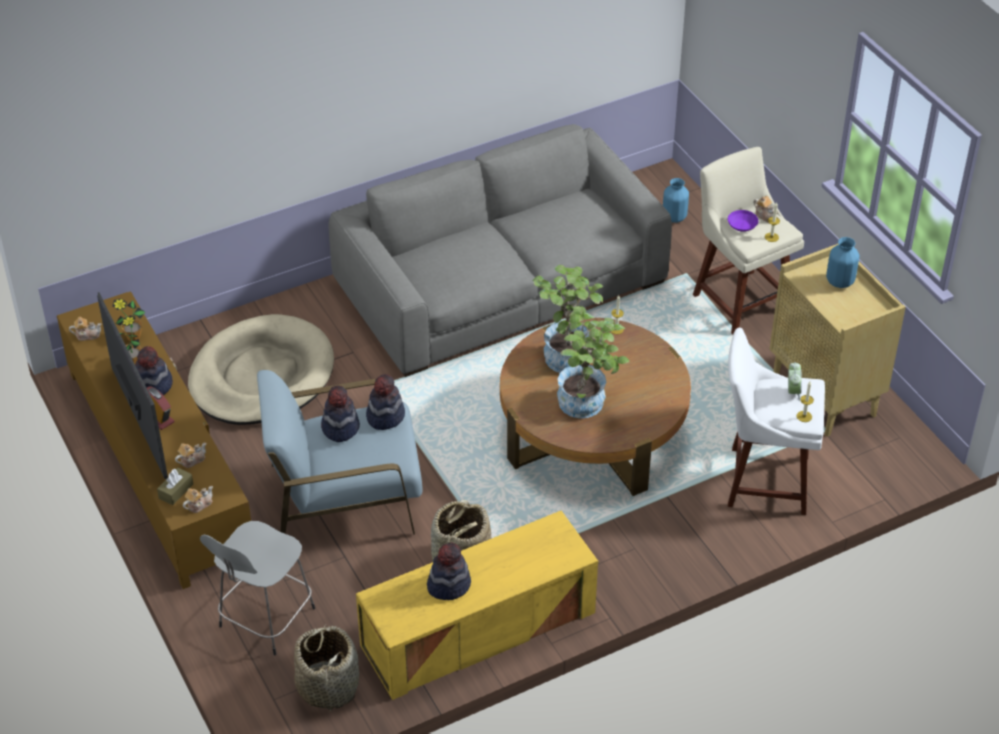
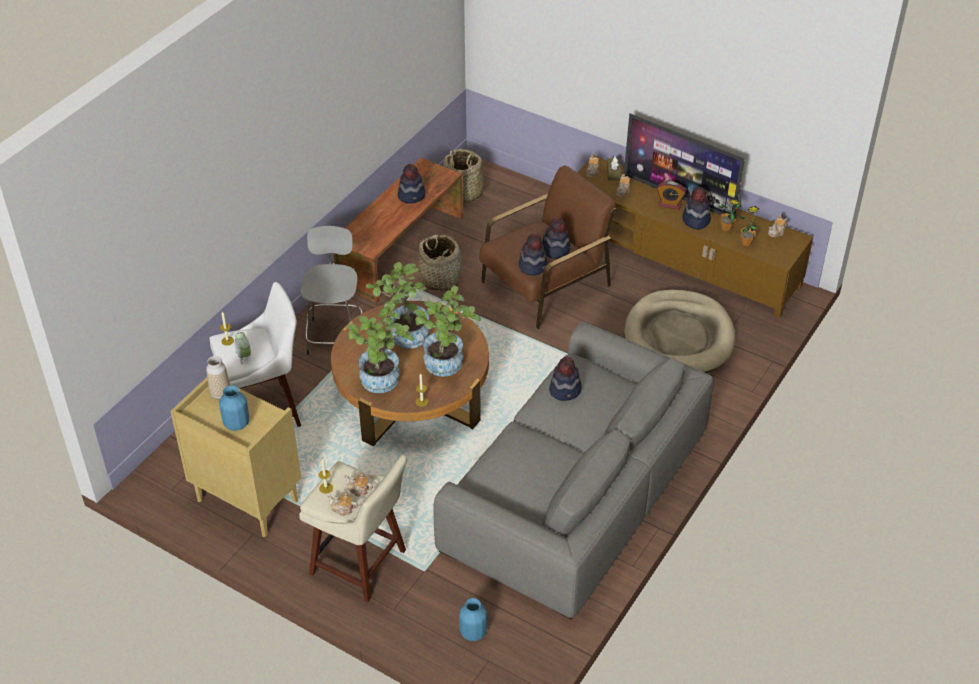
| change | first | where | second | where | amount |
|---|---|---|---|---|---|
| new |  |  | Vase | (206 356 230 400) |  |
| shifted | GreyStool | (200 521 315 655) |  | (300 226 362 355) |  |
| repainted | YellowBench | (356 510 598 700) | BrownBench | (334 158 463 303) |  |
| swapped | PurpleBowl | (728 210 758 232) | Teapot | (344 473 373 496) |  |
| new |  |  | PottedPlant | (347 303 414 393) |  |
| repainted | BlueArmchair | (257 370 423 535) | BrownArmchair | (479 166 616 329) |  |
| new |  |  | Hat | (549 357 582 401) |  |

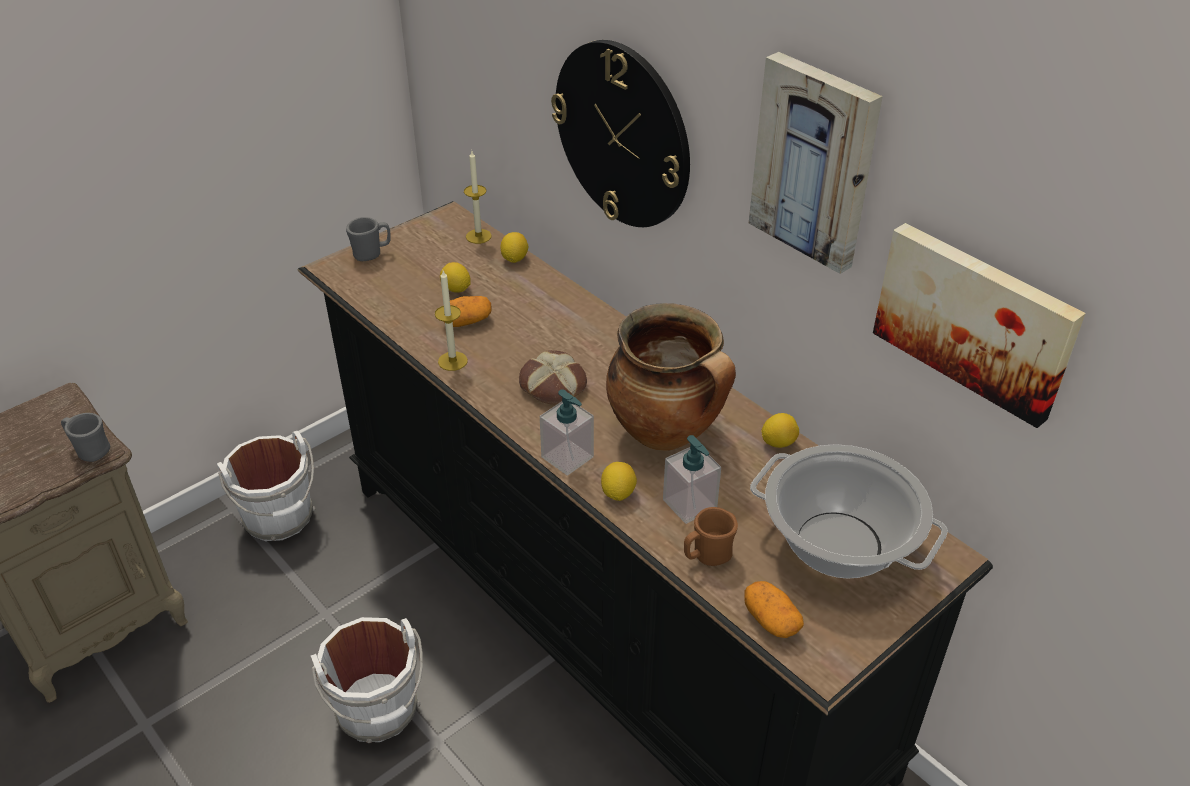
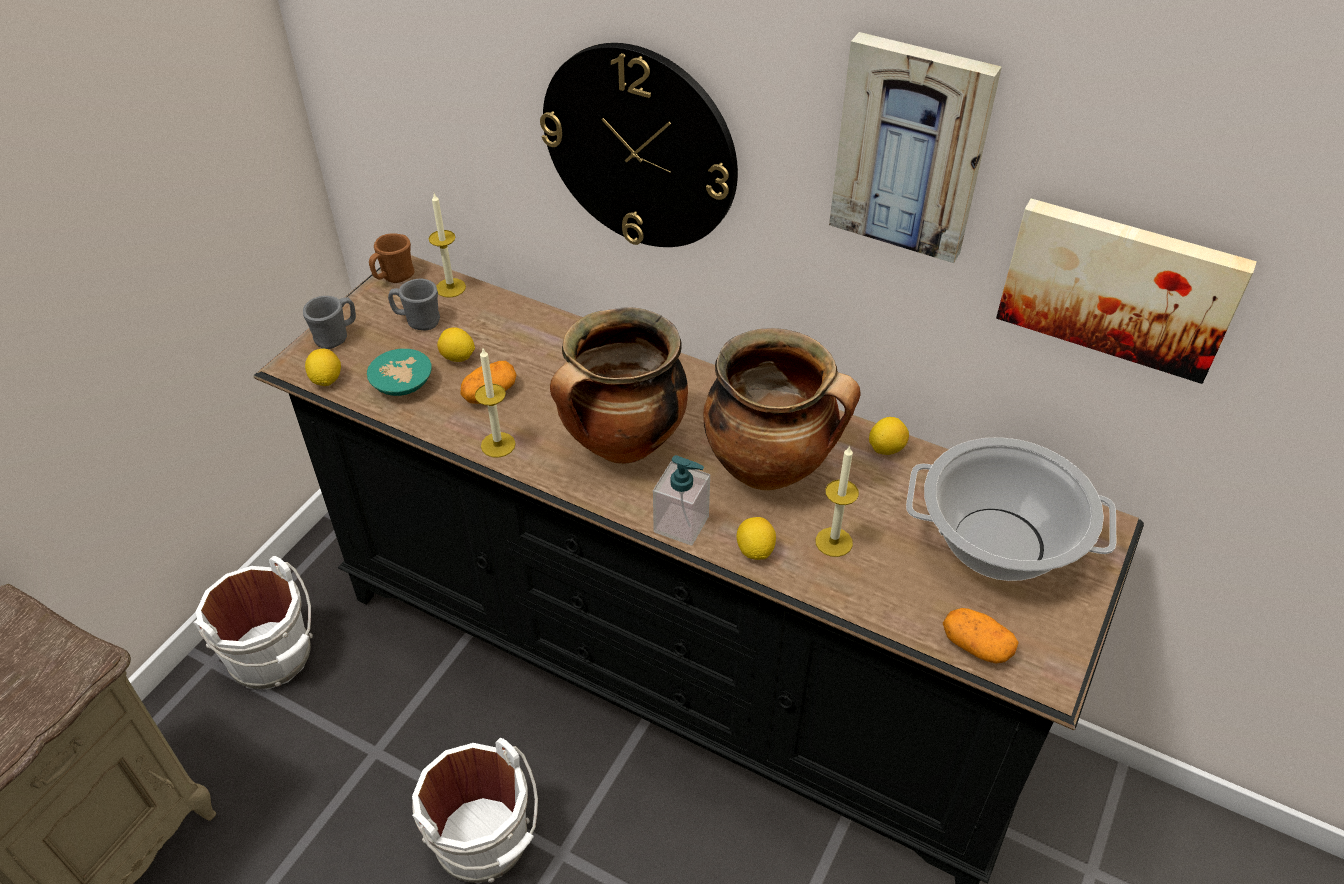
| change | first | where | second | where | amount |
|---|---|---|---|---|---|
| shifted | Lemon | (501 232 528 263) |  | (305 349 341 386) |  |
| new |  |  | TurquoiseBowl | (367 349 432 396) |  |
| shifted | BrownMug | (684 507 738 566) |  | (369 233 415 283) |  |
| shifted | GreyMug | (61 413 110 462) |  | (388 279 440 330) |  |
| swapped | Bread | (519 350 587 405) | CookingPot | (550 307 688 464) |  |
| swapped | SoapDispenser | (663 435 721 524) | Candle | (816 445 859 557) |  |

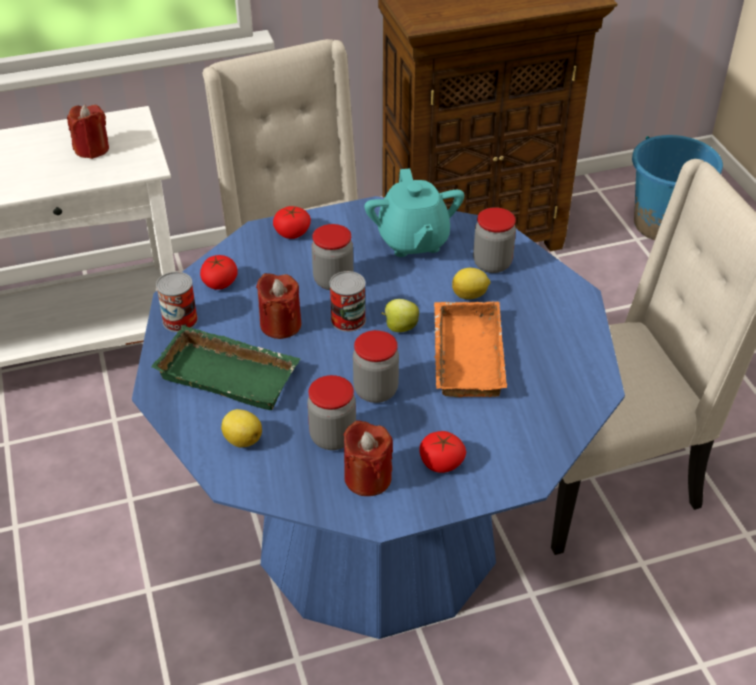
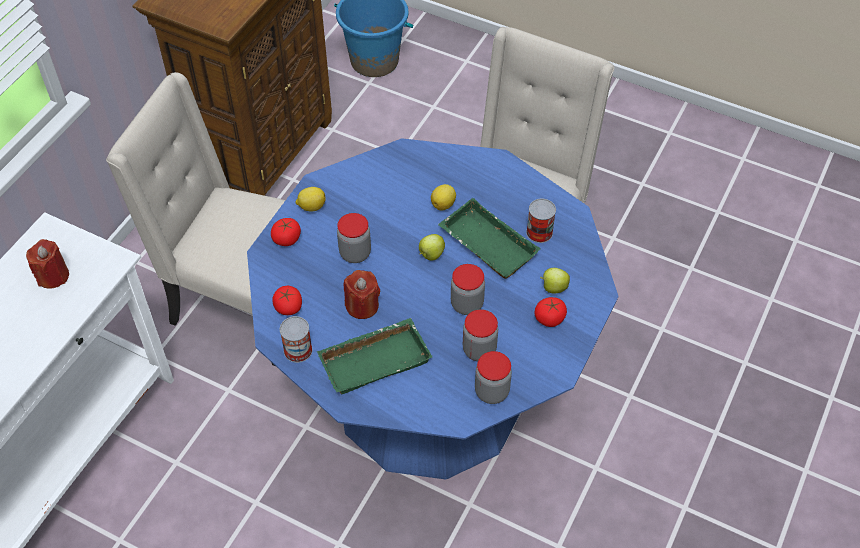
| change | first | where | second | where | amount |
|---|---|---|---|---|---|
| shifted | Lemon | (221 409 262 448) |  | (296 187 326 211) |  |
| repainted | OrangeTray | (434 301 507 397) | GreenTray | (438 198 541 279) |  |
| shifted | Jar | (473 207 516 273) |  | (475 351 512 404) |  |
| shifted | Can | (329 271 366 332) |  | (526 199 556 243) |  |
| new |  |  | Apple | (540 268 570 294) |  |
| gone | RedCandle | (344 420 393 496) |  |  |  |
| gone | TurquoiseTeapot | (364 168 464 257) |  |  |  |

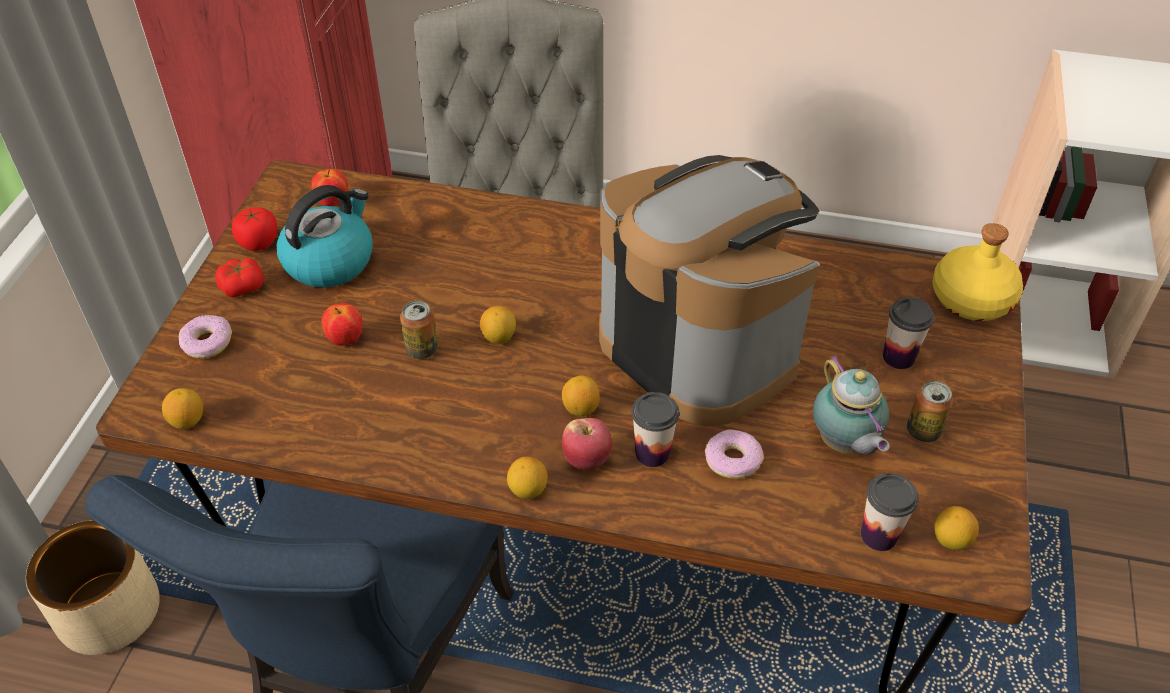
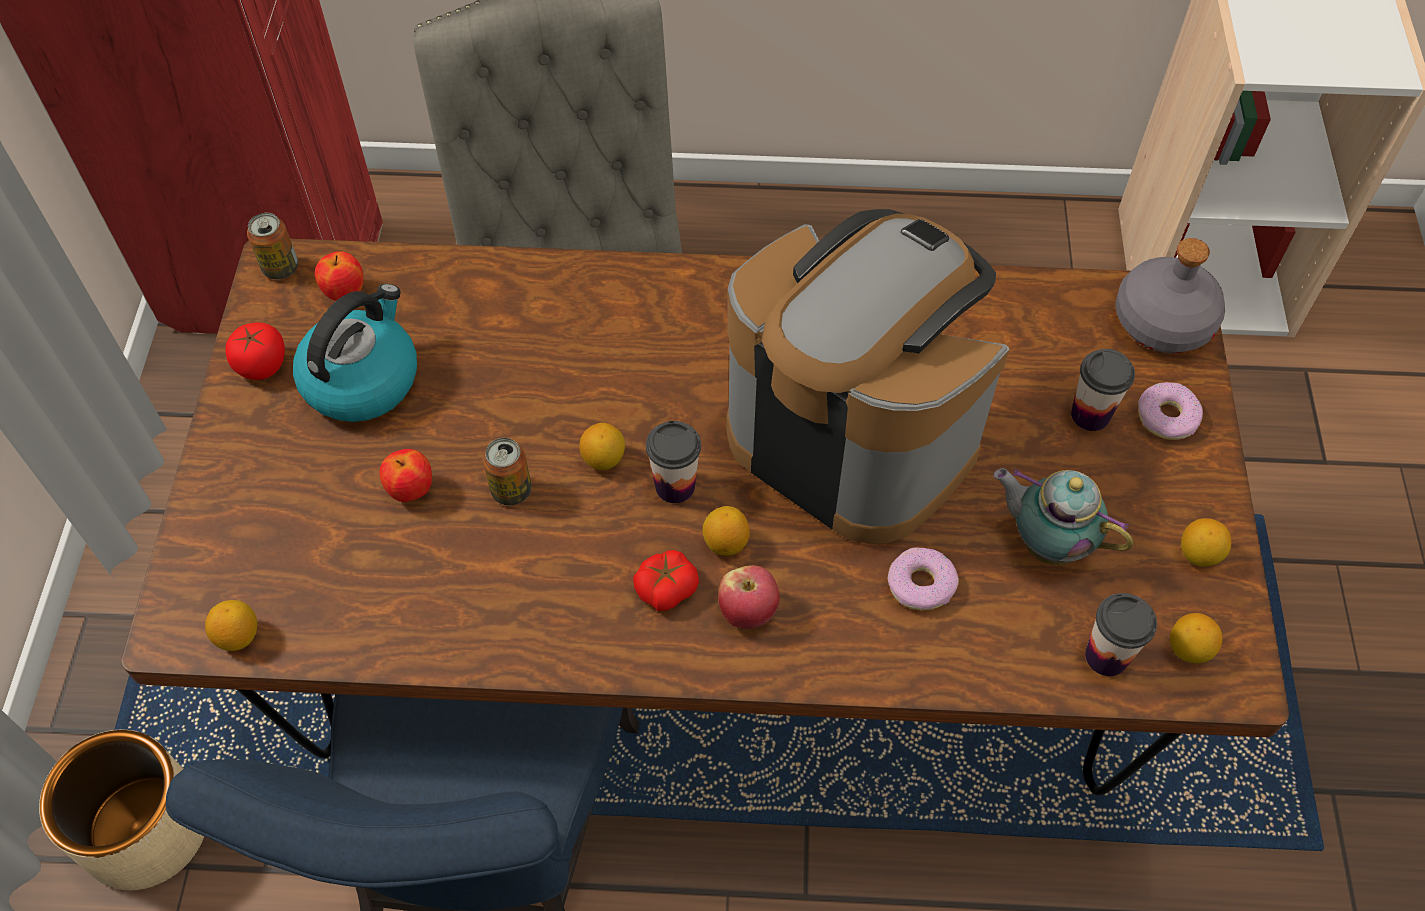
| change | first | where | second | where | amount |
|---|---|---|---|---|---|
| shifted | Can | (907 381 953 442) |  | (247 213 298 279) |  |
| shifted | Tomato | (215 258 264 297) |  | (633 550 699 611) |  |
| shifted | Cup | (632 392 679 467) |  | (646 421 701 503) |  |
| rotated | Teapot | (813 355 889 455) |  | (993 468 1133 565) | 150 degrees clockwise |
| repainted | YellowBottle | (932 223 1023 321) | GreyBottle | (1116 238 1225 353) |  |
| shifted | Donut | (179 315 232 359) |  | (1138 382 1203 440) |  |
| shifted | Lemon | (507 457 548 499) |  | (1181 518 1231 567) |  |

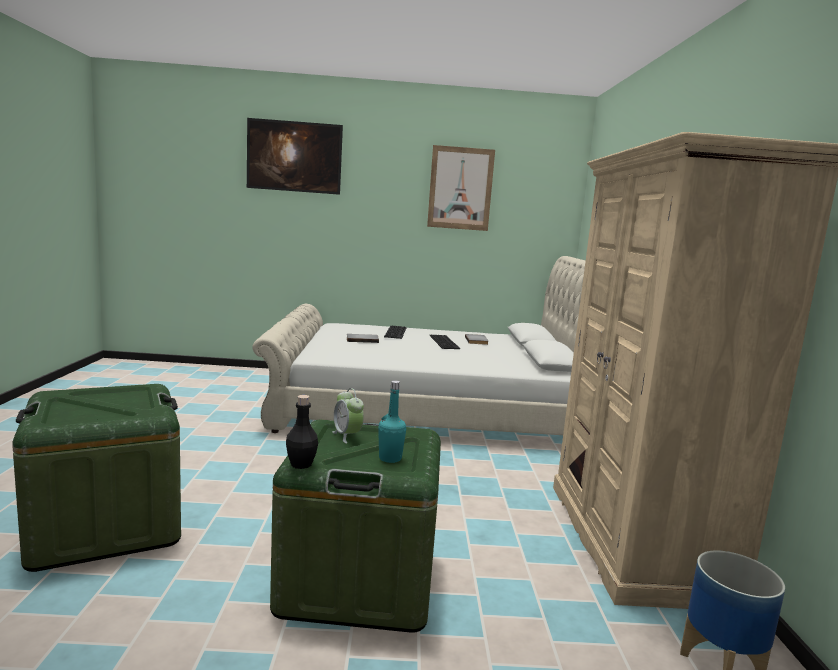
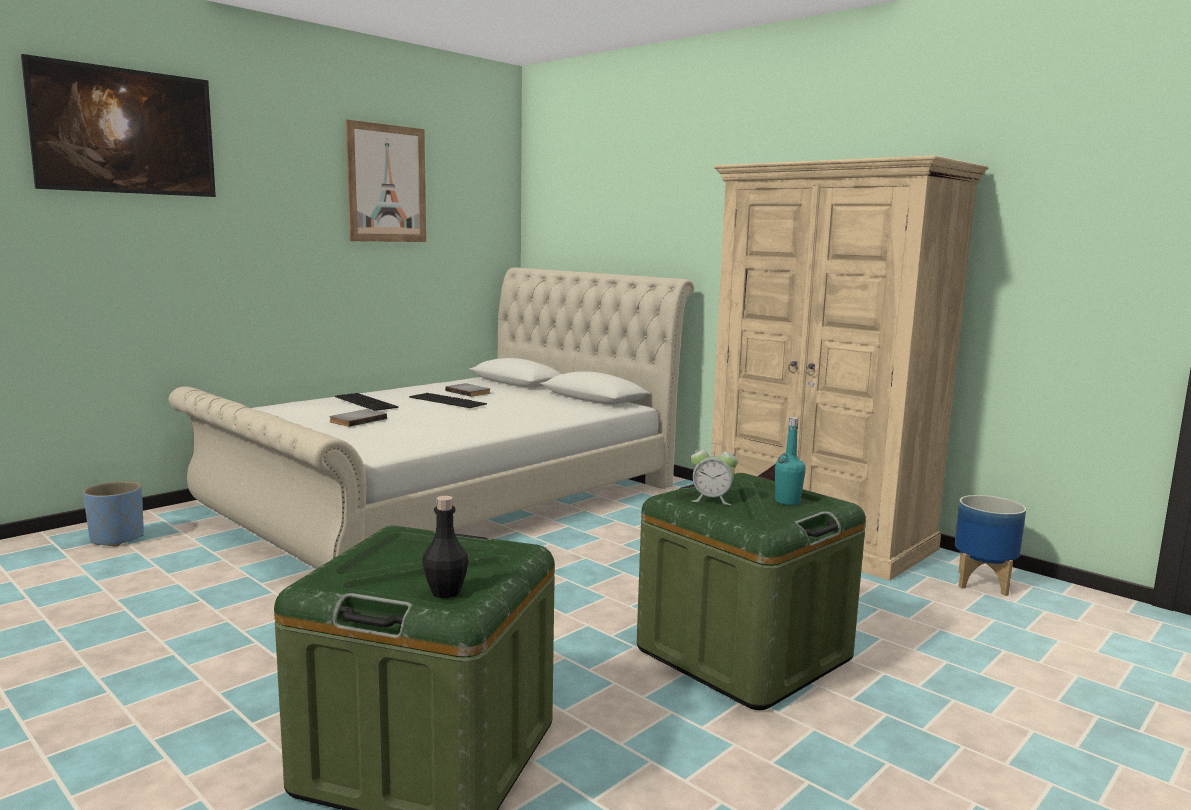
| change | first | where | second | where | amount |
|---|---|---|---|---|---|
| new |  |  | BluePlanter | (83 481 144 547) |  |
| shifted | BlackBottle | (286 395 318 469) |  | (422 496 468 598) |  |

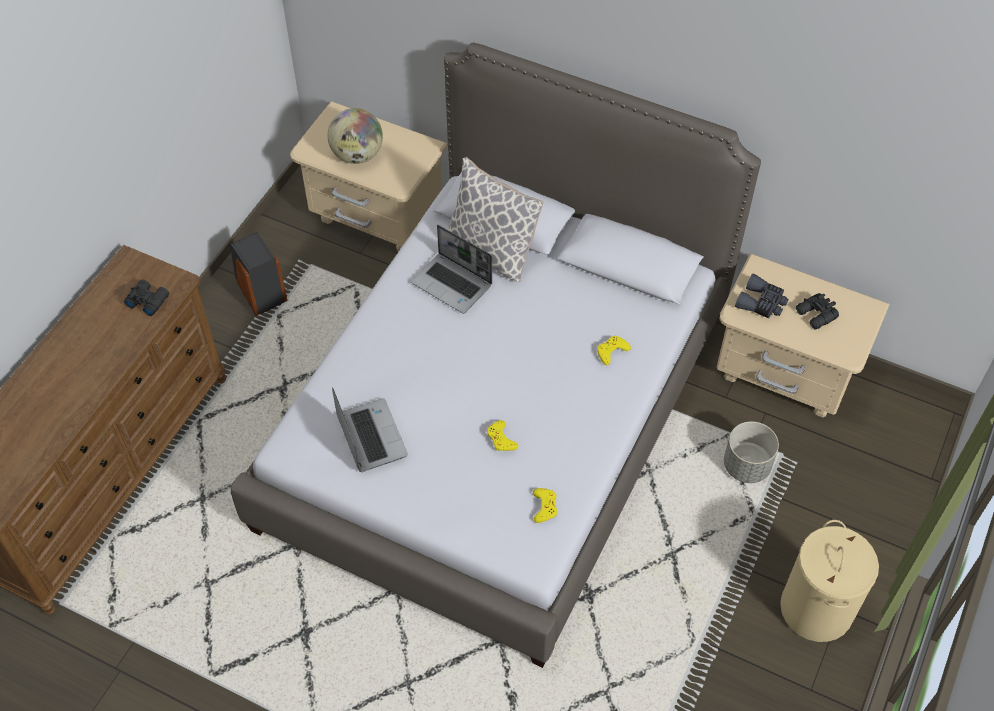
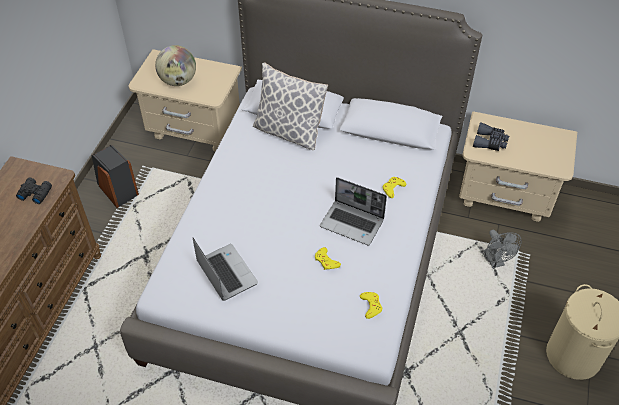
| change | first | where | second | where | amount |
|---|---|---|---|---|---|
| shifted | Laptop | (411 225 492 314) |  | (320 177 387 245) |  |
| swapped | GreyPlanter | (724 422 779 483) | GreyFan | (483 230 522 268) |  |
| gone | BlackBinoculars | (796 293 839 330) |  |  |  |

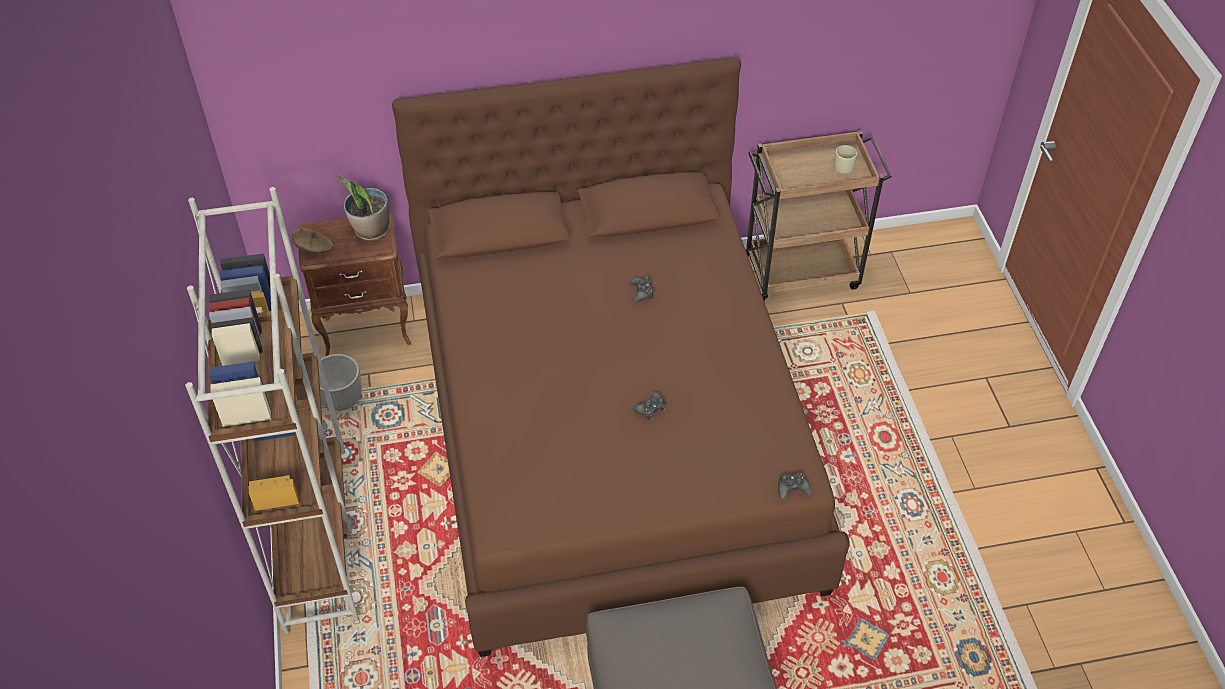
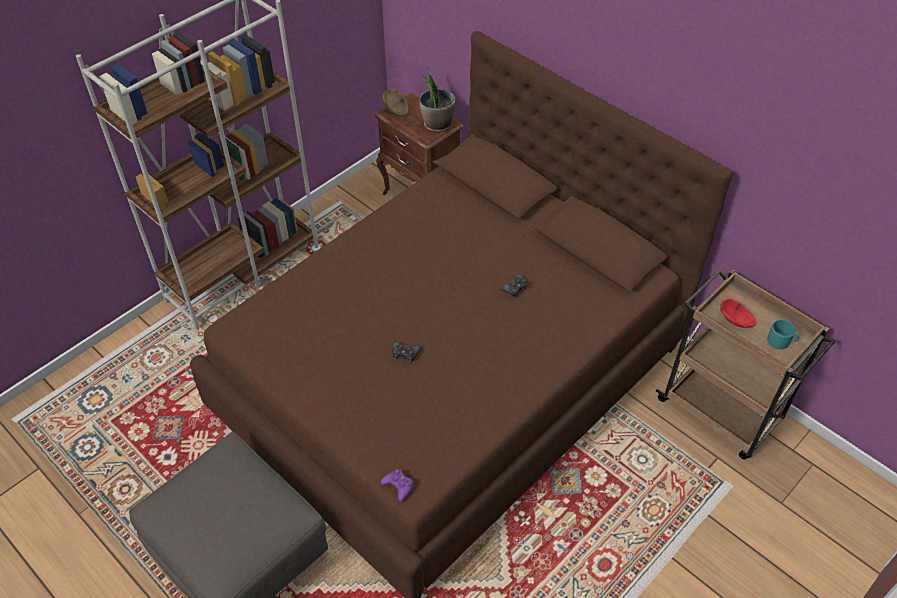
| change | first | where | second | where | amount |
|---|---|---|---|---|---|
| repainted | BlackGameController | (778 473 812 499) | PurpleGameController | (381 469 414 502) |  |
| new |  |  | RedBowl | (720 299 756 328) |  |
| repainted | BeigeMug | (833 145 857 174) | TurquoiseMug | (767 320 799 349) |  |
| gone | Planter | (319 354 362 411) |  |  |  |

